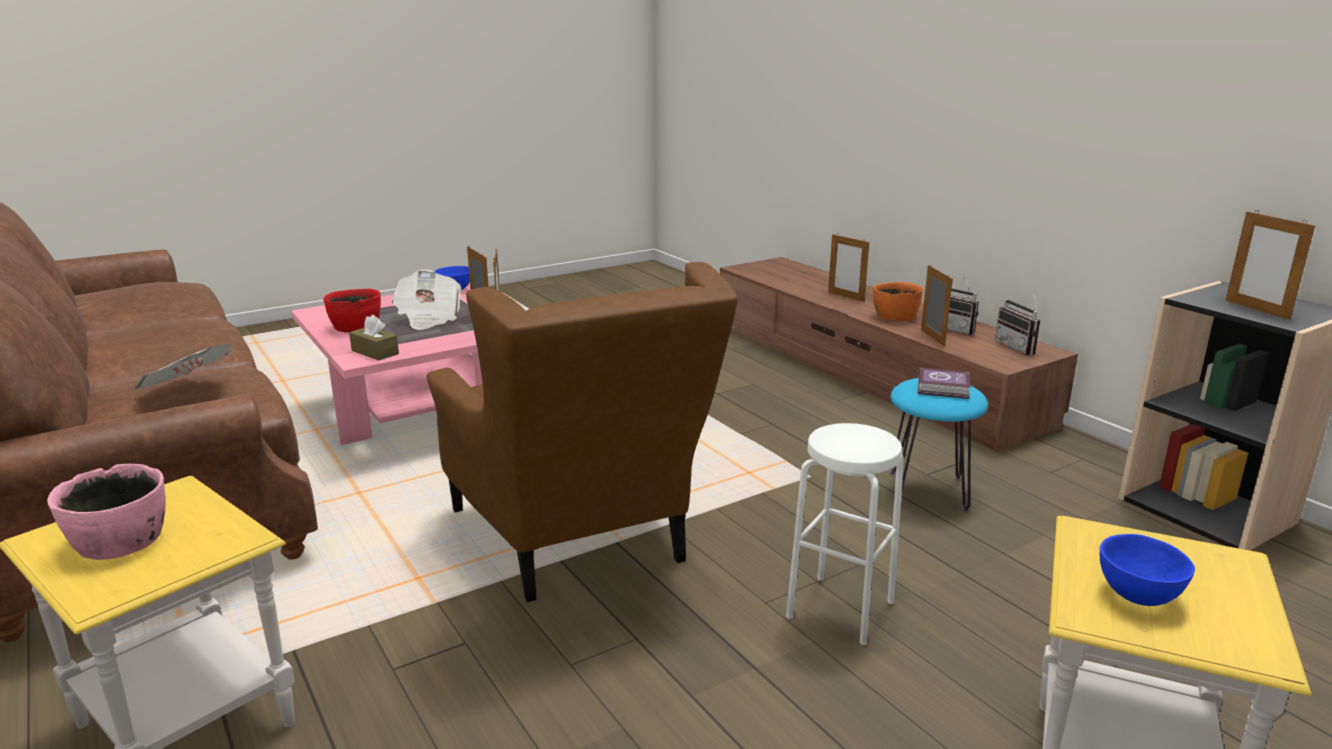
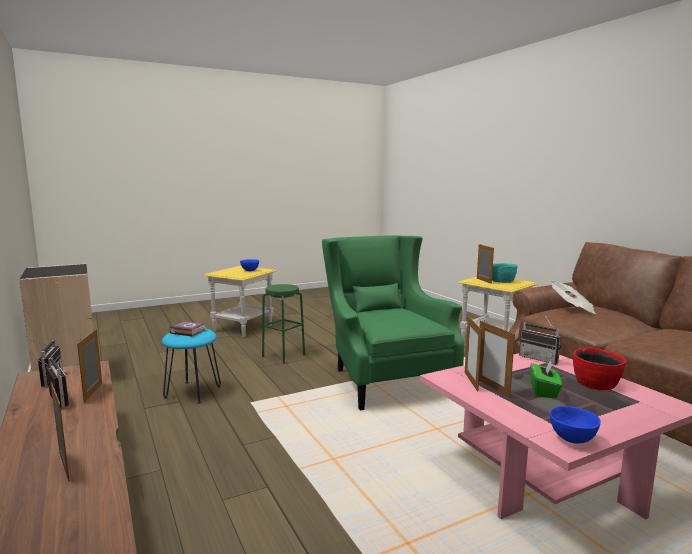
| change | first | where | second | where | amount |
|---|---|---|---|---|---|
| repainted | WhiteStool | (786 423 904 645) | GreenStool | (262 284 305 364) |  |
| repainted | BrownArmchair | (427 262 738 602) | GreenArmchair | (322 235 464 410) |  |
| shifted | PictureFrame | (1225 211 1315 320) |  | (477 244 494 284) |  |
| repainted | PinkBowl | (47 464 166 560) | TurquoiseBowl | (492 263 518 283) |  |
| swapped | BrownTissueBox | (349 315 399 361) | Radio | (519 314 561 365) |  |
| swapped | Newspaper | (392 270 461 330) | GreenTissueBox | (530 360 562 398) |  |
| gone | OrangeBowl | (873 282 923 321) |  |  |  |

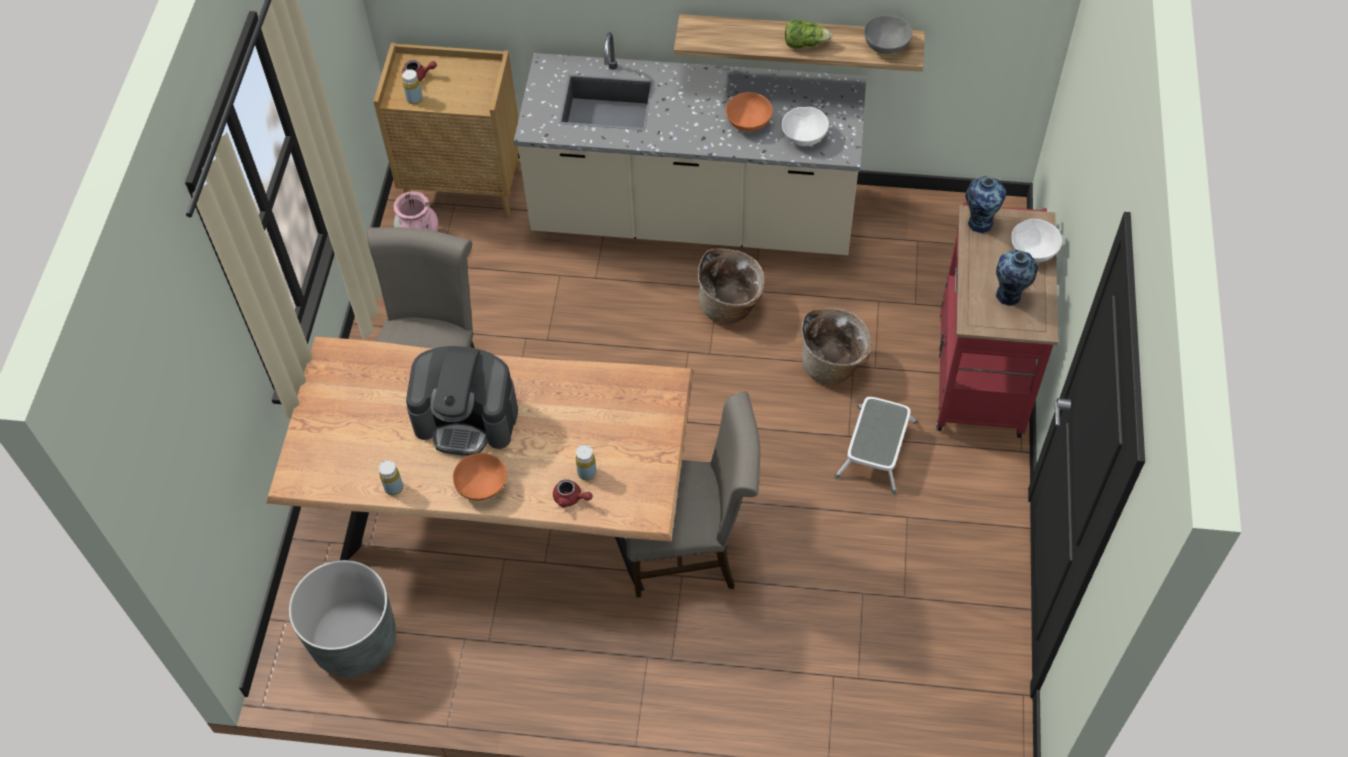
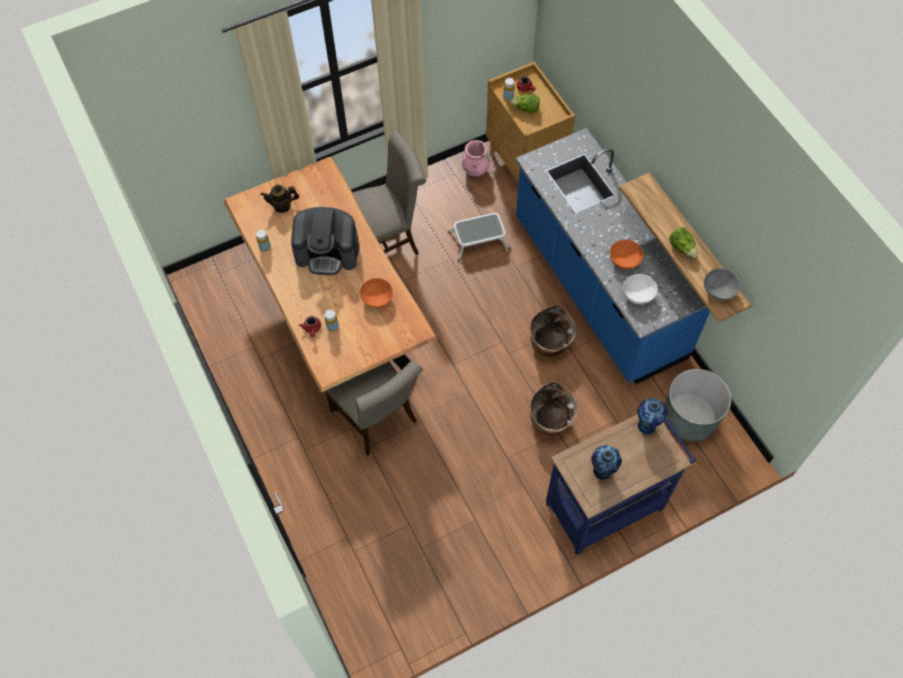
| change | first | where | second | where | amount |
|---|---|---|---|---|---|
| new |  |  | Teapot | (261 185 299 213) |  |
| rotated | CoffeeMachine | (406 346 518 456) |  | (291 207 359 275) | 60 degrees counterclockwise |
| shifted | OrangeBowl | (453 453 507 501) |  | (360 278 393 308) |  |
| shifted | GreyStepLadder | (834 397 918 495) |  | (448 213 511 262) |  |
| new |  |  | Lettuce | (510 94 540 113) |  |
| repainted | BeigeCounter | (514 32 866 255) | BlueCounter | (515 128 710 384) |  |
| repainted | RedCart | (936 202 1058 438) | BlueCart | (546 414 697 555) |  |
| shifted | GreyPlanter | (289 560 396 677) |  | (664 369 731 442) |  |
| gone | WhiteBowl | (1011 219 1062 262) |  |  |  |

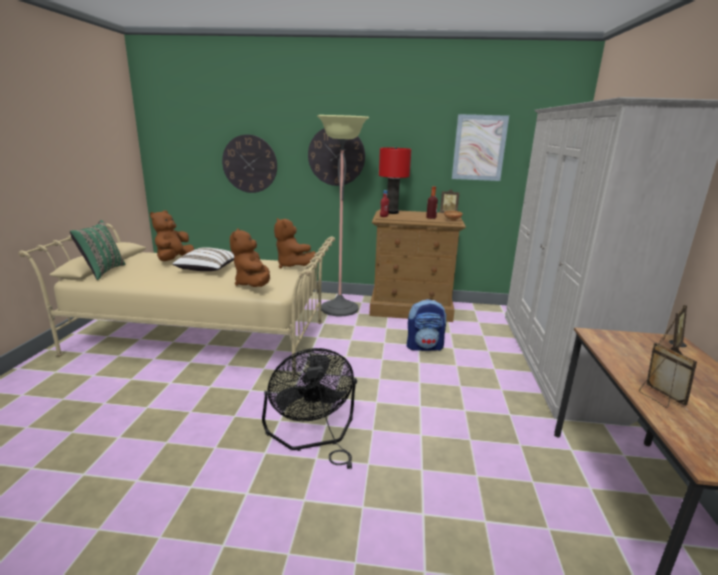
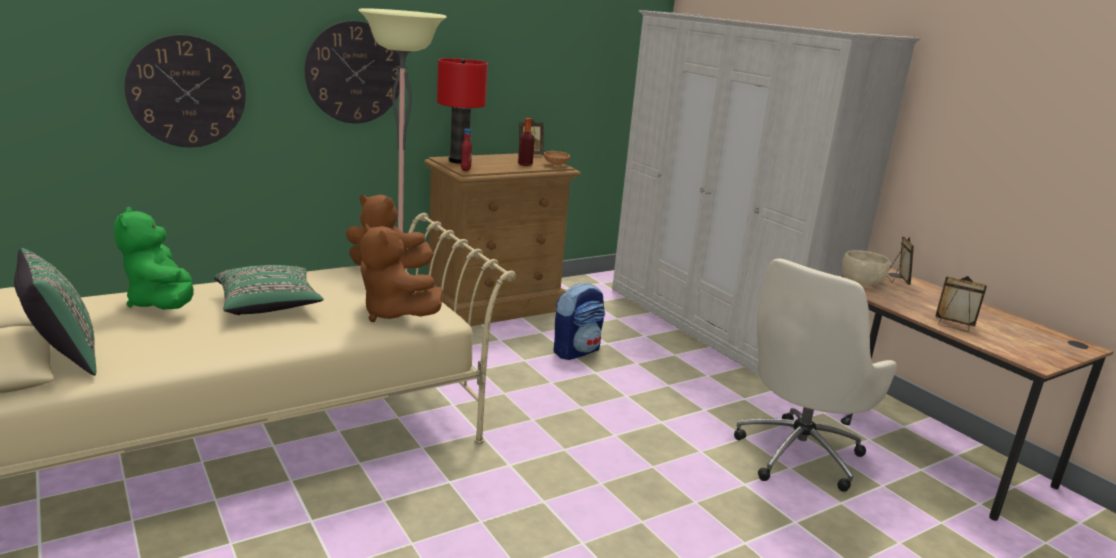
| change | first | where | second | where | amount |
|---|---|---|---|---|---|
| repainted | BrownPlushToy | (150 210 194 261) | GreenPlushToy | (114 207 194 310) |  |
| repainted | WhitePillow | (173 247 234 271) | GreenPillow | (214 265 324 315) |  |
| new |  |  | BeigeOfficeChair | (734 259 897 492) |  |
| new |  |  | BeigeBowl | (842 250 891 285) |  |
| gone | BlackFan | (262 348 357 469) |  |  |  |
| gone | Picture | (452 114 509 181) |  |  |  |

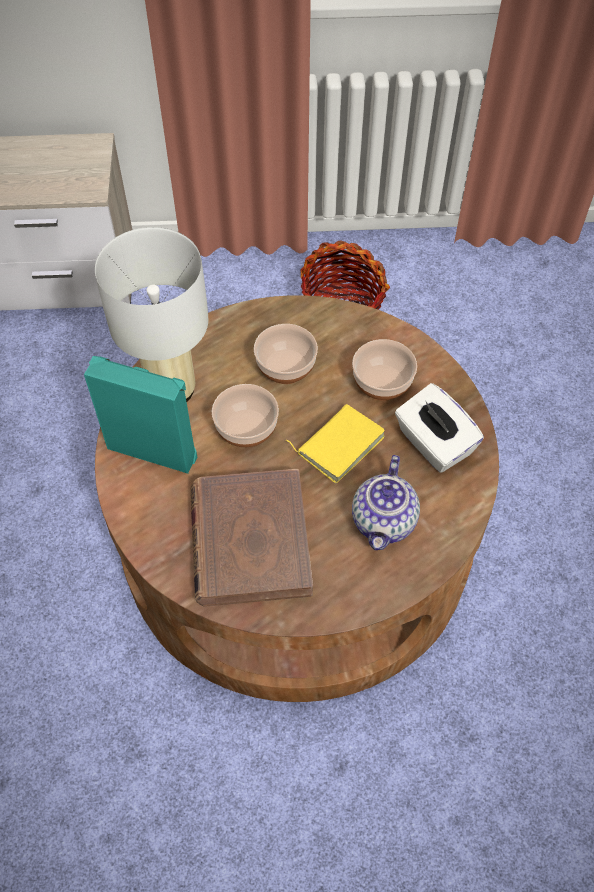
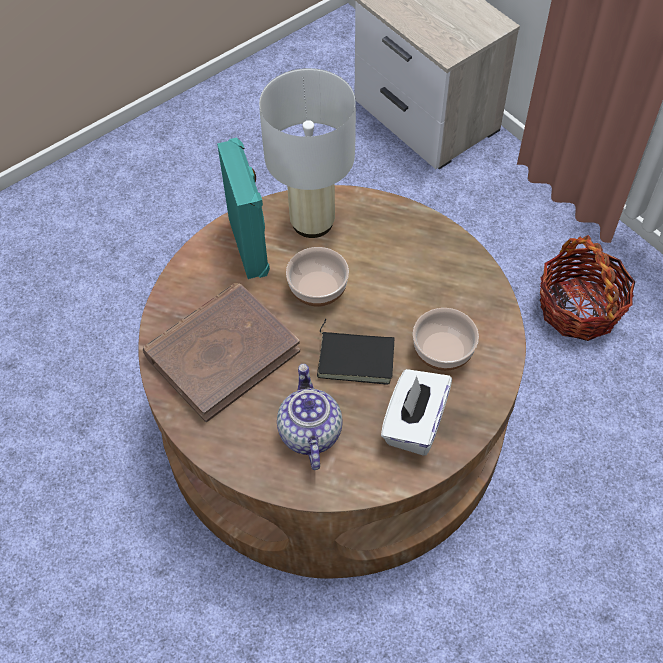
| change | first | where | second | where | amount |
|---|---|---|---|---|---|
| rotated | Teapot | (352 455 420 550) |  | (277 364 342 470) | 105 degrees clockwise |
| repainted | YellowBook | (286 404 385 483) | BlackBook | (317 319 395 385) |  |
| gone | Bowl | (254 324 318 384) |  |  |  |

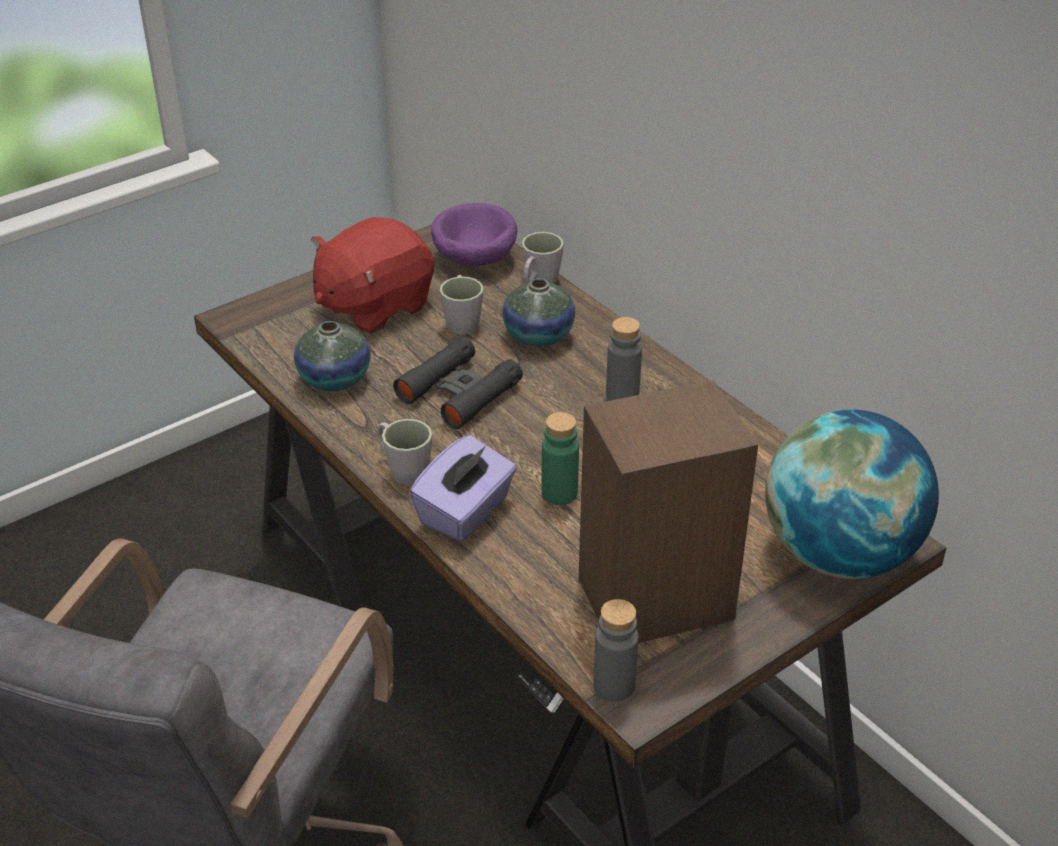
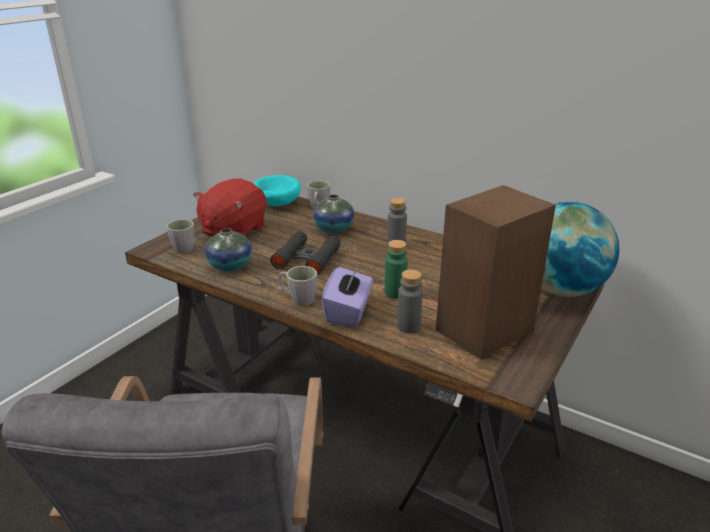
| change | first | where | second | where | amount |
|---|---|---|---|---|---|
| shifted | GreyMug | (440 275 484 334) |  | (167 219 194 254) |  |
| repainted | PurpleBowl | (431 203 517 266) | TurquoiseBowl | (253 175 301 206) |  |
| shifted | GreyBottle | (593 599 639 702) |  | (397 269 423 333) |  |

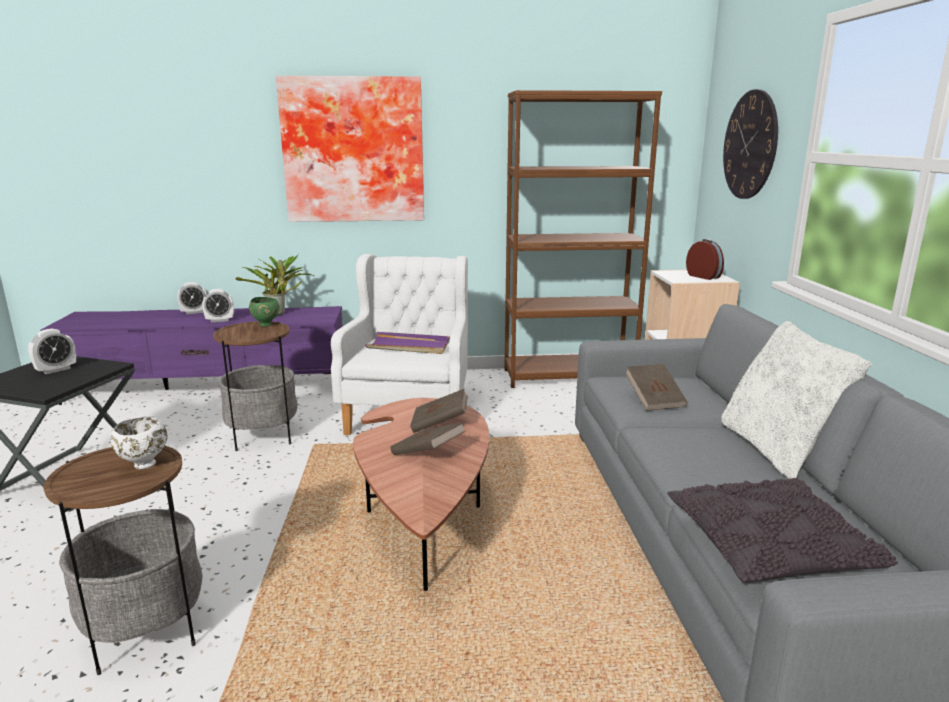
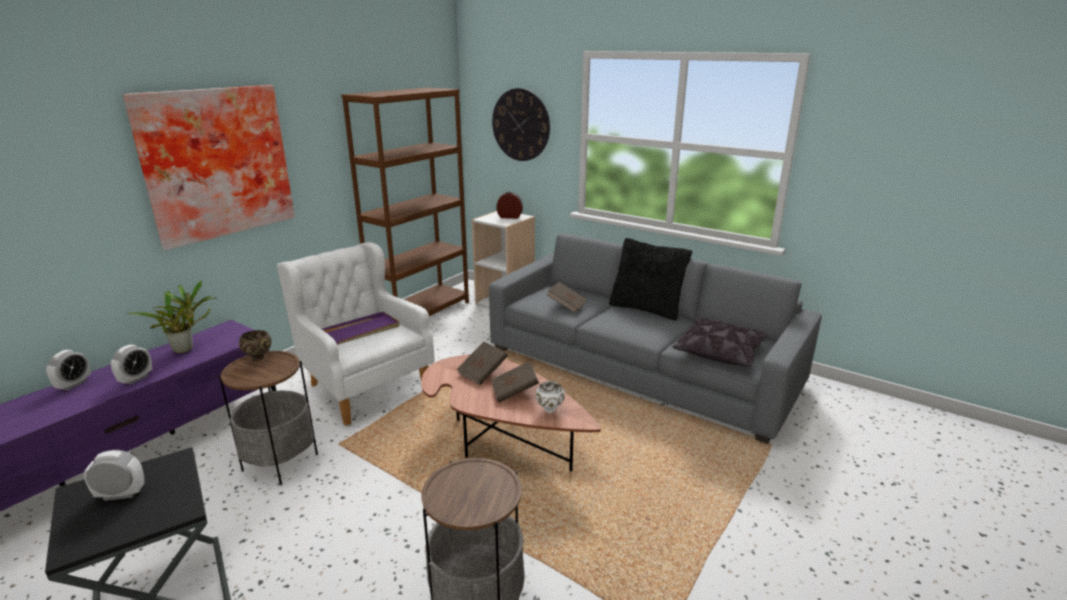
| change | first | where | second | where | amount |
|---|---|---|---|---|---|
| rotated | AlarmClock | (28 329 76 374) |  | (84 450 145 501) | 90 degrees counterclockwise |
| repainted | GreenBowl | (249 297 280 327) | BrownBowl | (239 330 271 361) |  |
| shifted | WhiteBowl | (111 417 168 469) |  | (536 381 565 413) |  |
| repainted | WhitePillow | (721 321 872 479) | BlackPillow | (609 238 693 320) |  |

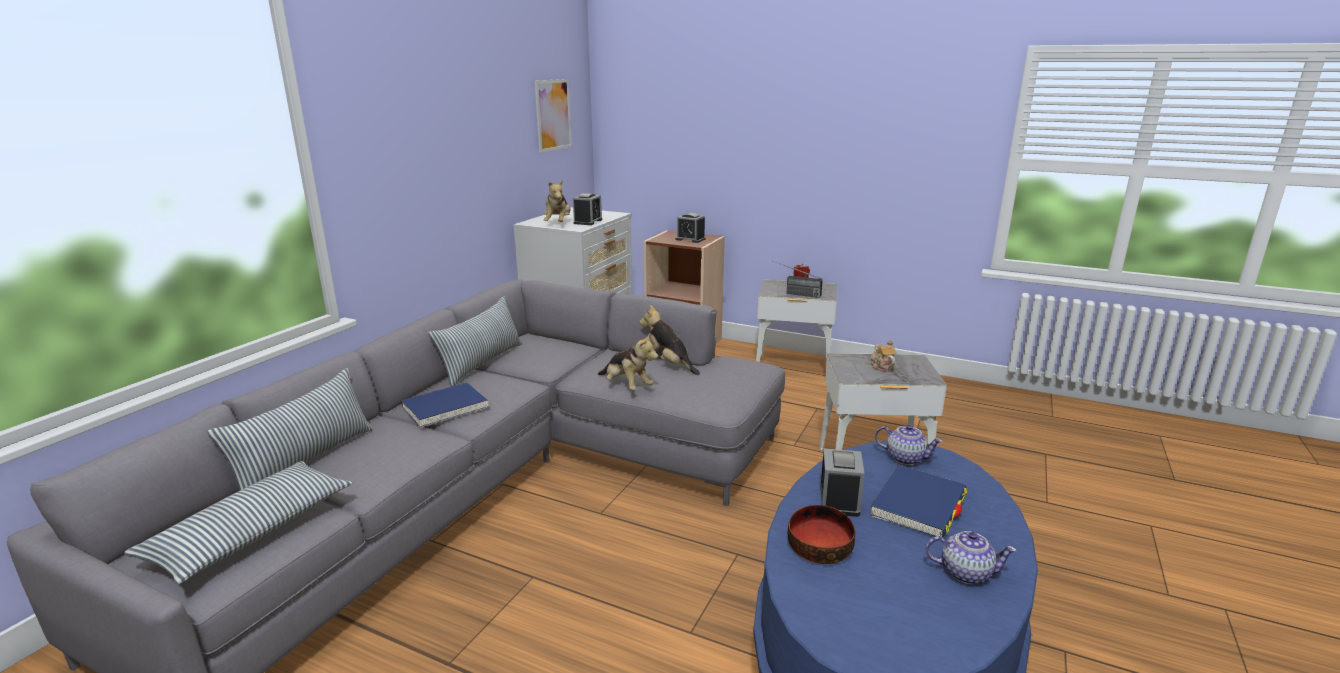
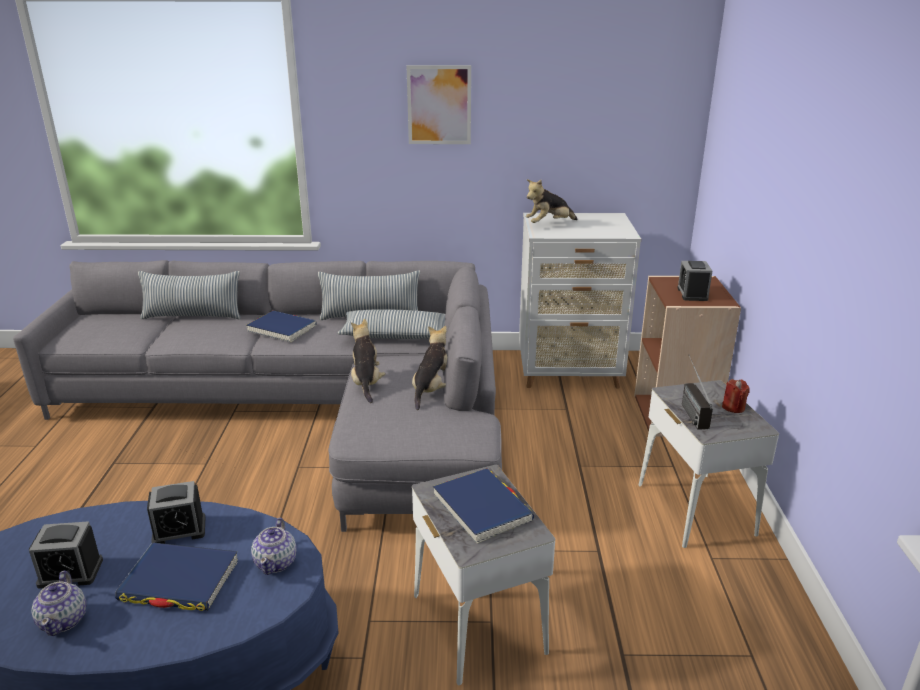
| change | first | where | second | where | amount |
|---|---|---|---|---|---|
| shifted | AlarmClock | (573 193 602 225) |  | (29 521 103 589) |  |
| shifted | Pillow | (124 461 352 584) |  | (337 310 445 339) |  |
| rotated | PlushToy | (598 333 658 390) |  | (351 319 386 403) | 150 degrees clockwise |
| shifted | Picture | (535 79 572 153) |  | (407 65 471 144) |  |
| swapped | Teapot | (870 340 896 372) | BlueBook | (433 468 534 544) |  |
| gone | Bowl | (788 505 855 564) |  |  |  |

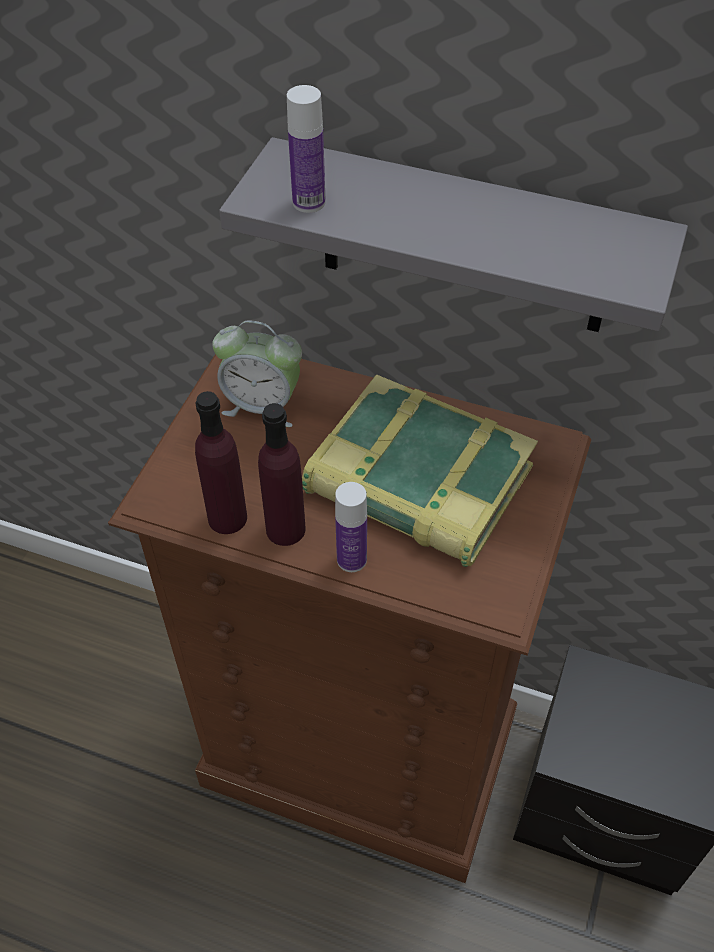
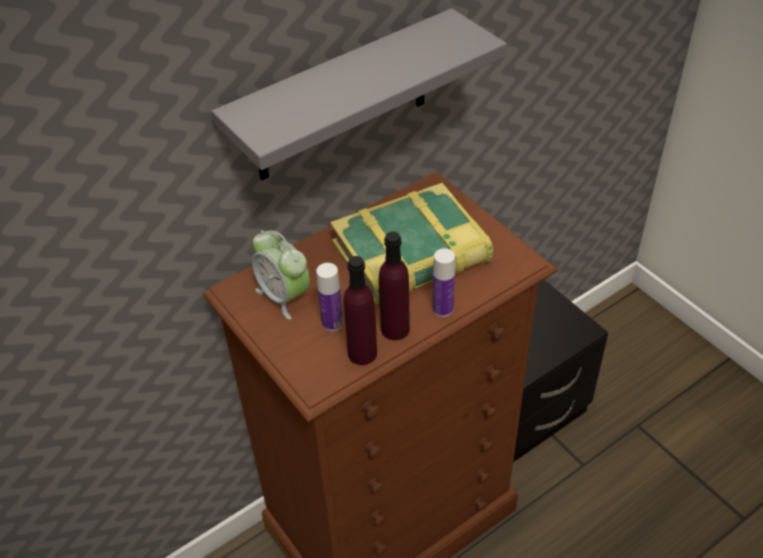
| change | first | where | second | where | amount |
|---|---|---|---|---|---|
| rotated | AlarmClock | (212 321 302 427) |  | (252 230 310 320) | 90 degrees clockwise |
| shifted | Bottle | (287 85 325 213) |  | (316 263 343 331) |  |

